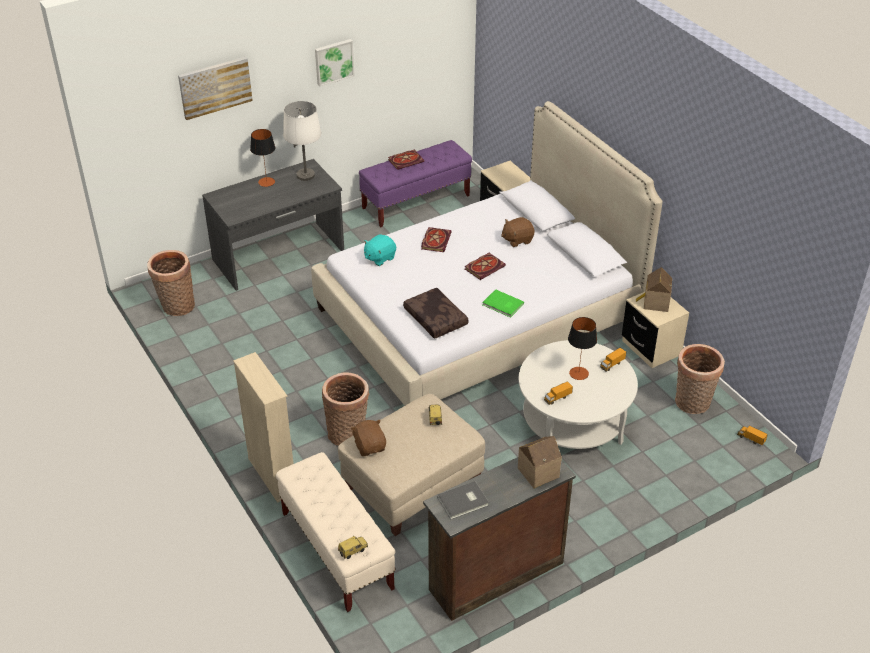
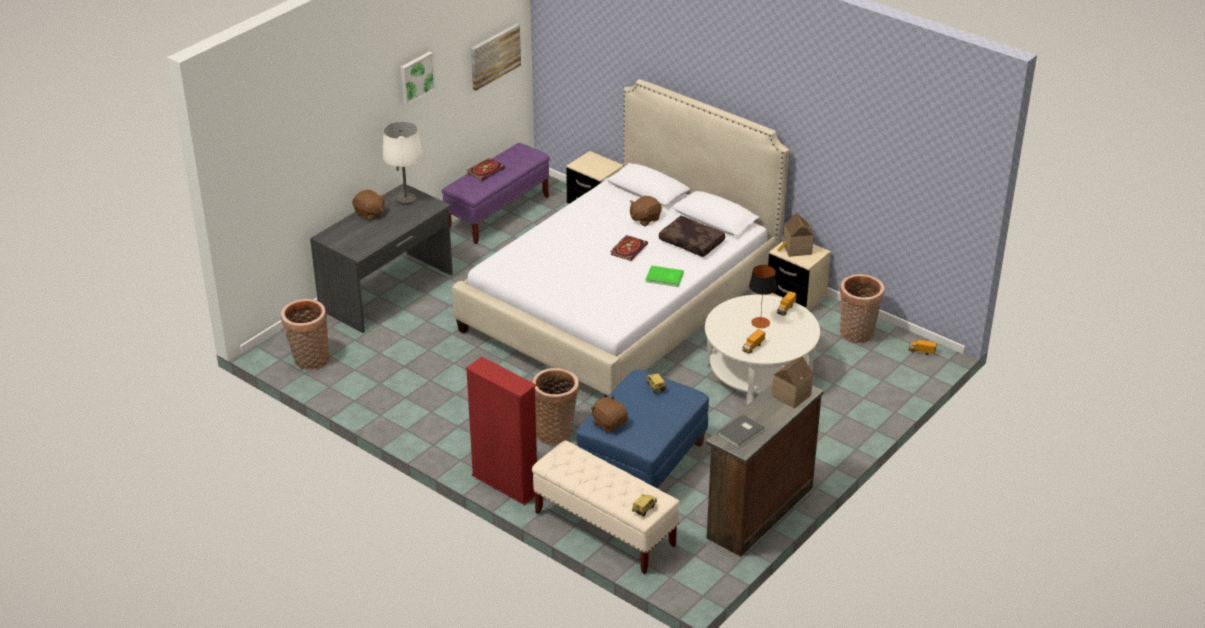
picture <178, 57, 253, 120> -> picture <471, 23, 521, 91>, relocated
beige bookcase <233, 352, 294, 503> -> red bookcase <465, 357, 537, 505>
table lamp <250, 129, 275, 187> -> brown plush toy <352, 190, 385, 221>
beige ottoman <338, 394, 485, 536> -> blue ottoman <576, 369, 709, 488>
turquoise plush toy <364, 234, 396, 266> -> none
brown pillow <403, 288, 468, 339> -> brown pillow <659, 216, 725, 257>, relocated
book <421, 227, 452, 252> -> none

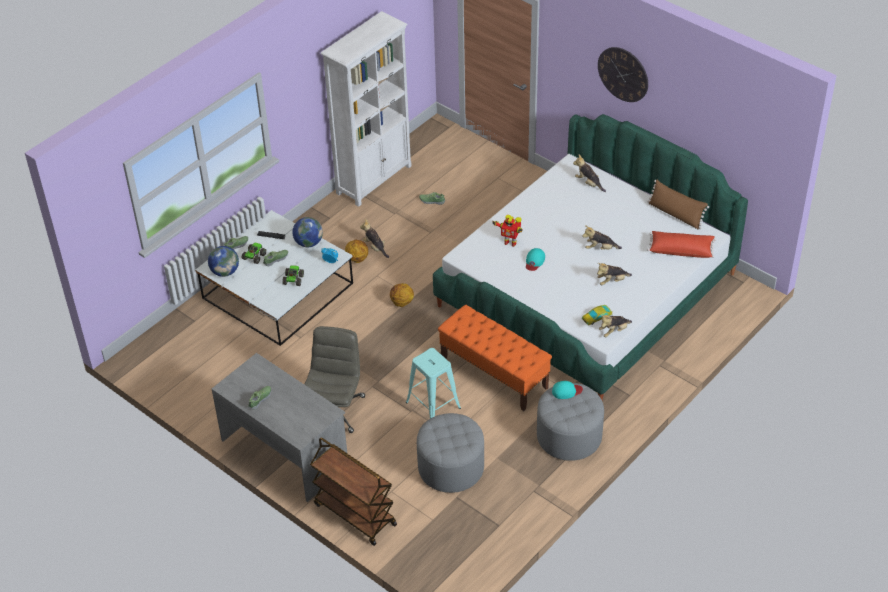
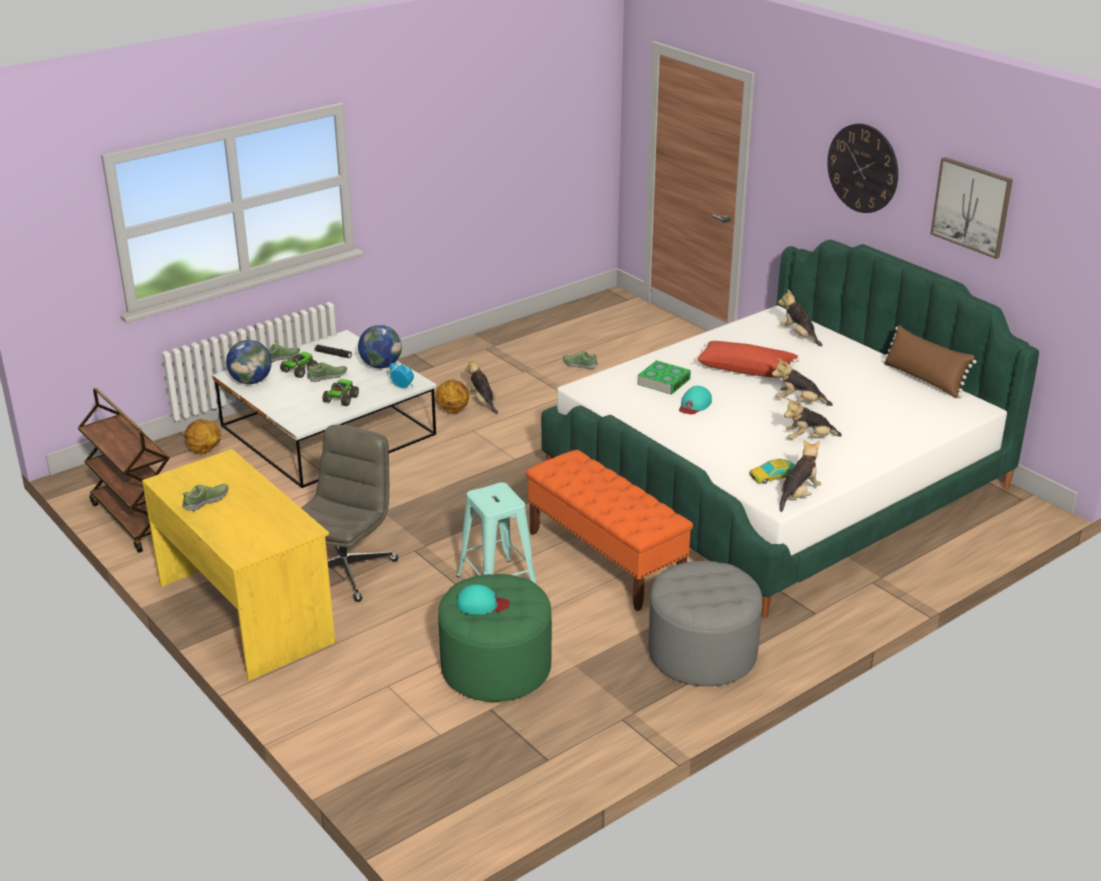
grey desk <212, 353, 347, 502> -> yellow desk <142, 449, 335, 681>
brown cart <310, 437, 397, 546> -> brown cart <78, 388, 170, 553>, relocated
white bookcase <321, 11, 412, 207> -> none
basketball <390, 283, 414, 307> -> basketball <184, 419, 221, 454>, relocated
grey ottoman <417, 413, 484, 493> -> green ottoman <438, 574, 552, 702>
toy robot <493, 215, 523, 247> -> book <637, 360, 691, 394>
turquoise cap <552, 381, 583, 399> -> turquoise cap <457, 584, 510, 614>, relocated
plush toy <599, 315, 632, 337> -> plush toy <779, 440, 821, 512>, 150 degrees clockwise
red pillow <647, 231, 716, 258> -> red pillow <694, 341, 800, 378>, relocated
none -> picture <930, 157, 1013, 259>

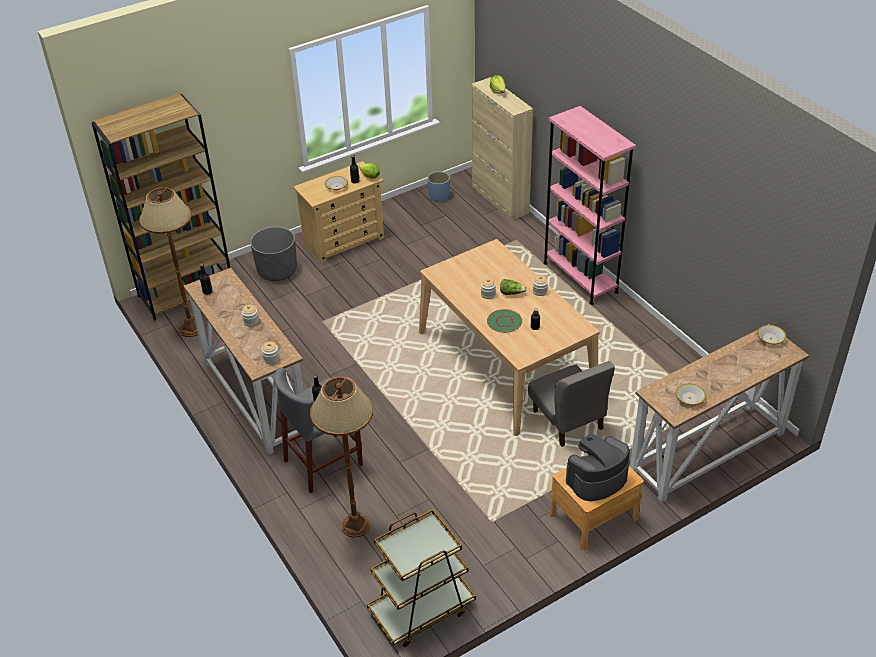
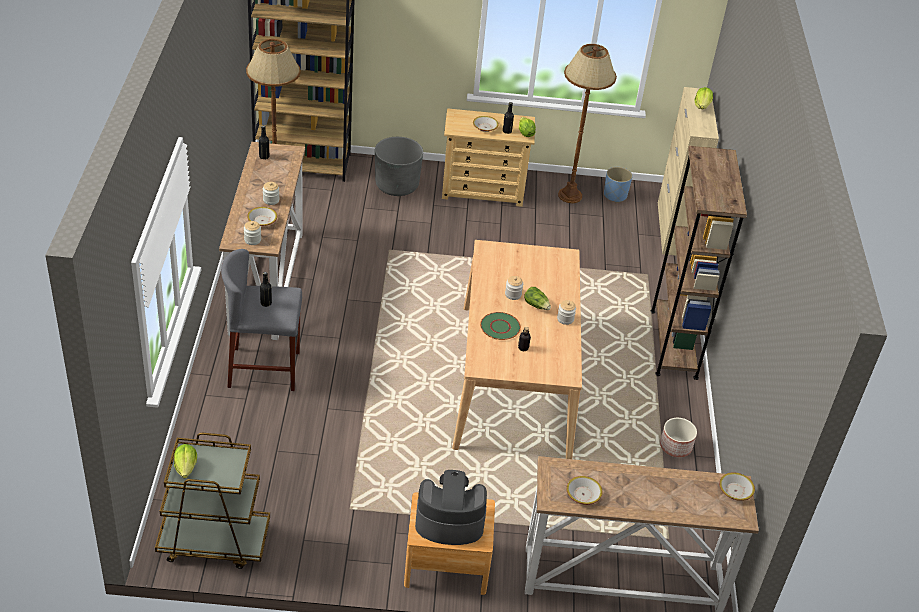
brown floor lamp <310, 377, 373, 538> -> brown floor lamp <558, 44, 617, 203>, relocated
grey chair <528, 361, 615, 447> -> none
pink bookcase <543, 106, 636, 305> -> brown bookcase <651, 146, 747, 380>
none -> lettuce <174, 444, 197, 478>
none -> bowl <247, 207, 277, 226>
none -> planter <660, 418, 697, 457>

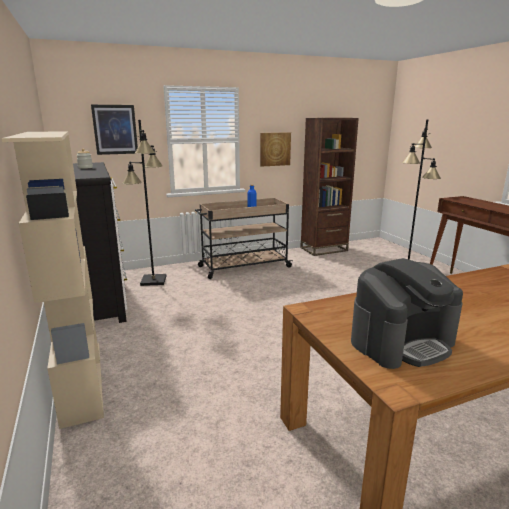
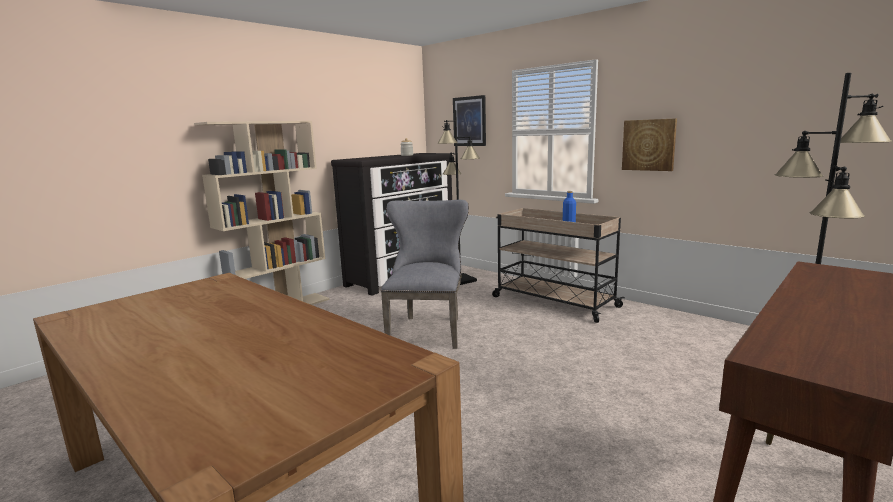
brown bookcase <300, 118, 359, 256> -> none
coffee machine <351, 258, 463, 369> -> none
none -> grey chair <381, 200, 469, 349>

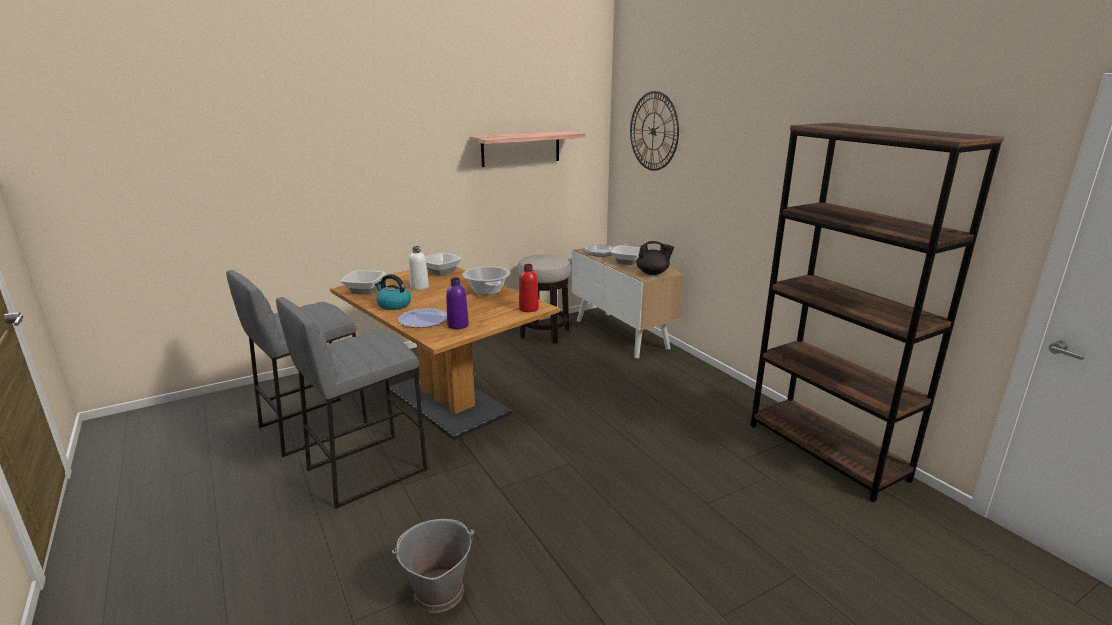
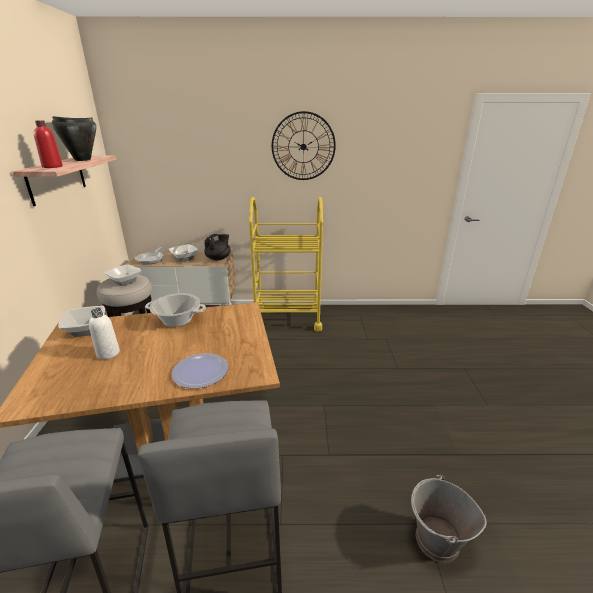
bowl <341, 270, 386, 295> -> bowl <104, 264, 141, 286>, relocated
kettle <375, 274, 411, 310> -> none
purple bottle <446, 278, 469, 329> -> none
red bottle <519, 264, 539, 312> -> red bottle <34, 120, 63, 168>, relocated
wall clock <630, 91, 679, 171> -> wall clock <272, 111, 336, 180>, relocated
brown bookcase <750, 123, 1004, 502> -> none
none -> black cooking pot <52, 116, 96, 161>
none -> yellow cart <249, 197, 323, 332>

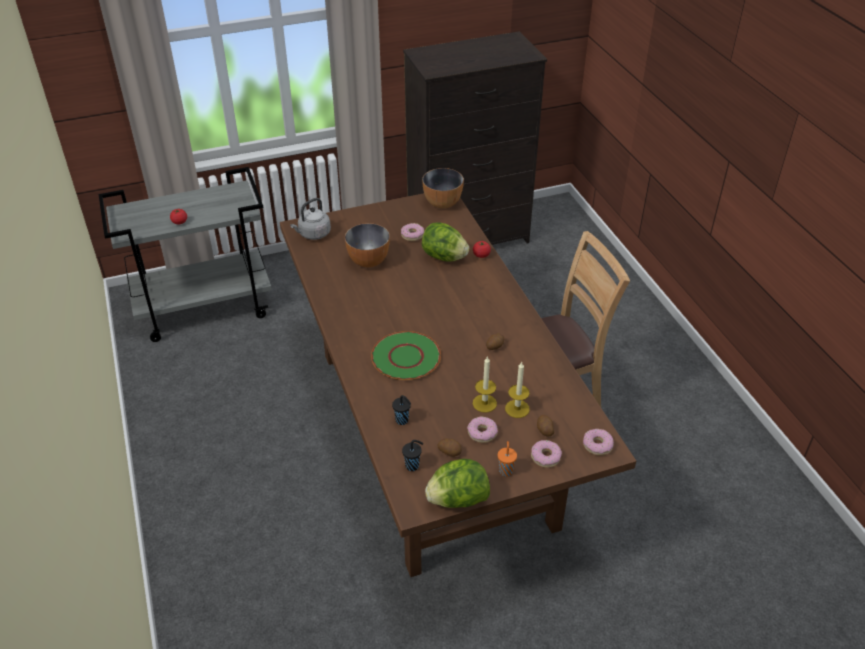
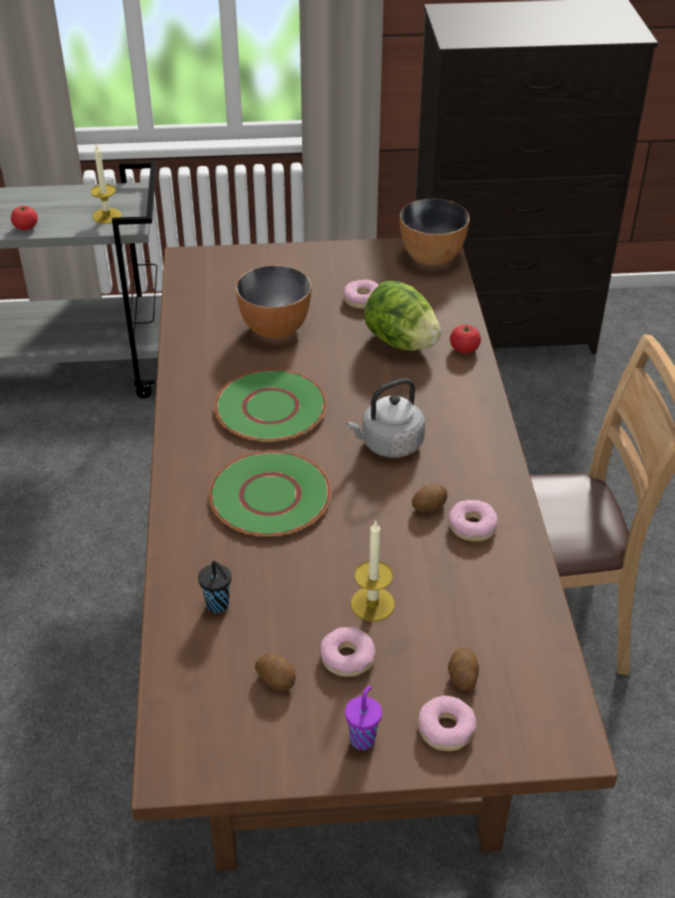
grey kettle <290, 198, 331, 240> -> grey kettle <346, 378, 425, 457>, relocated
black cup <402, 440, 423, 471> -> none
lettuce <425, 459, 490, 508> -> none
orange cup <498, 441, 517, 476> -> purple cup <345, 686, 382, 750>
candle <505, 362, 530, 418> -> candle <91, 144, 122, 224>, relocated
donut <583, 429, 614, 455> -> donut <448, 500, 498, 542>, relocated
none -> green plate <214, 369, 327, 442>

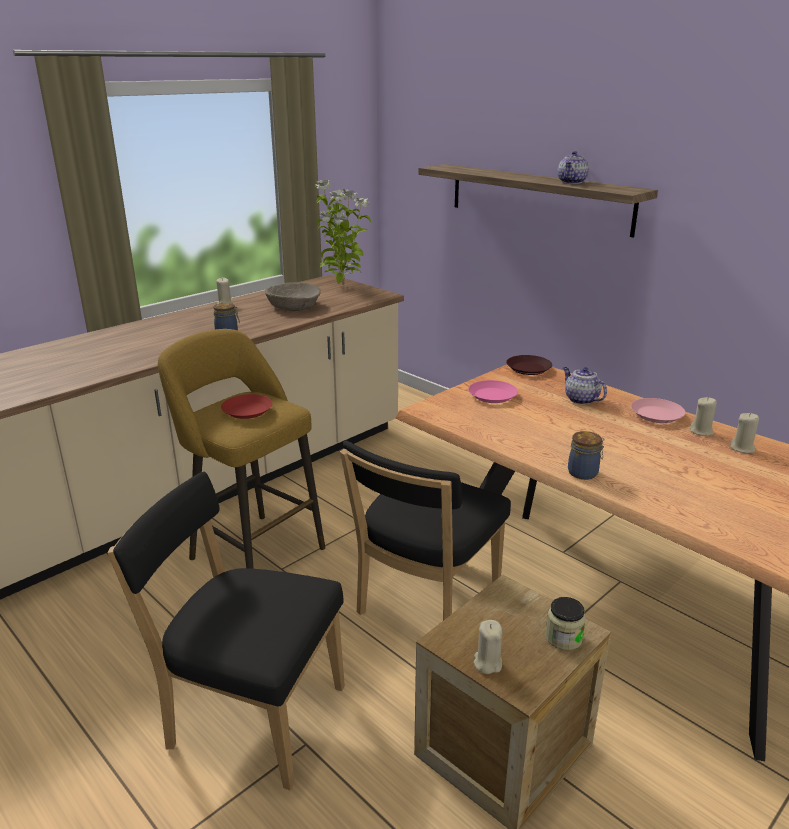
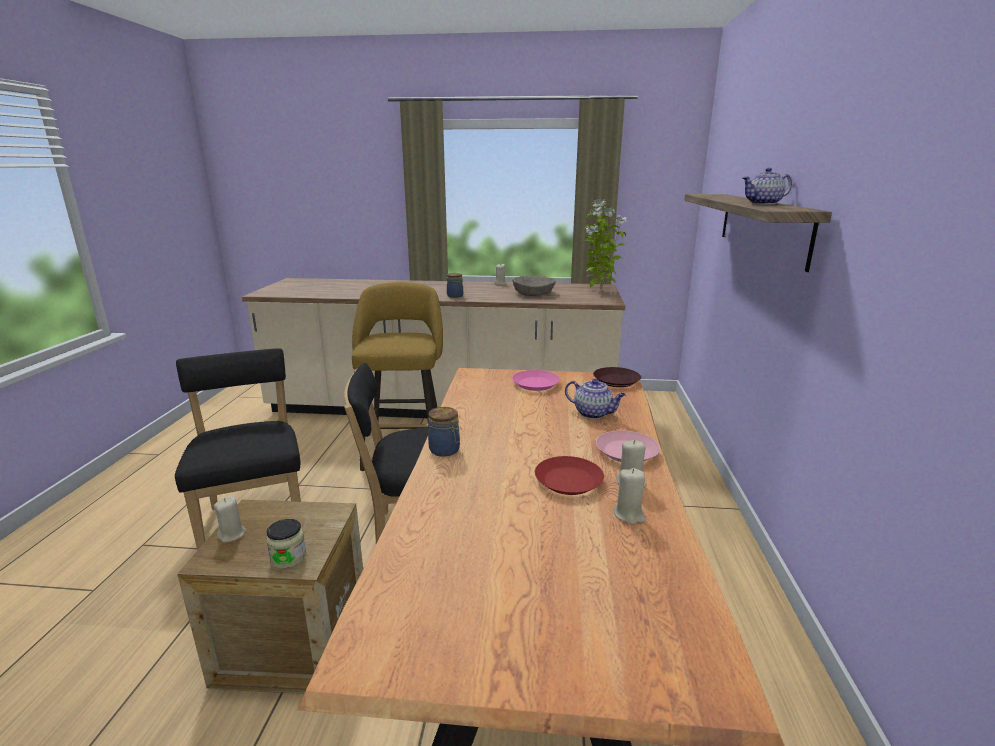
red plate <221, 394, 273, 419> -> red plate <535, 456, 604, 495>, relocated
teapot <563, 367, 607, 405> -> teapot <565, 379, 626, 419>, 105 degrees clockwise

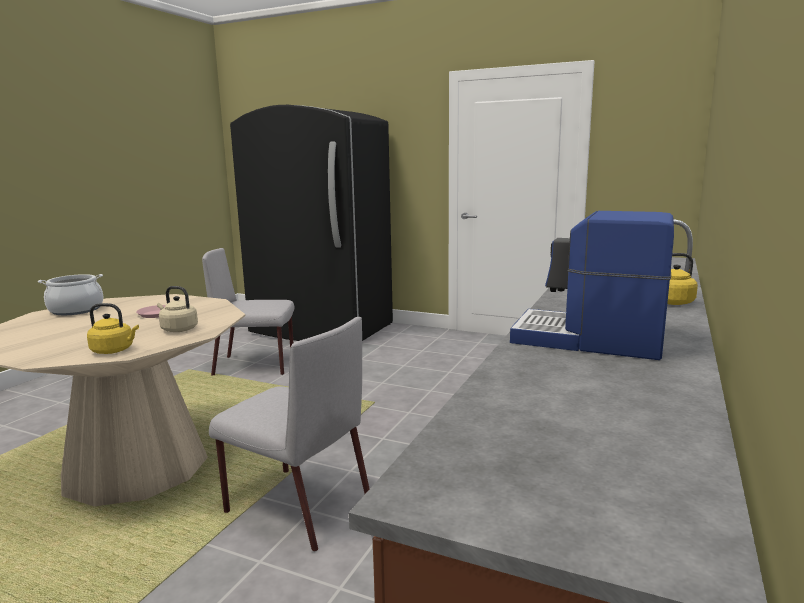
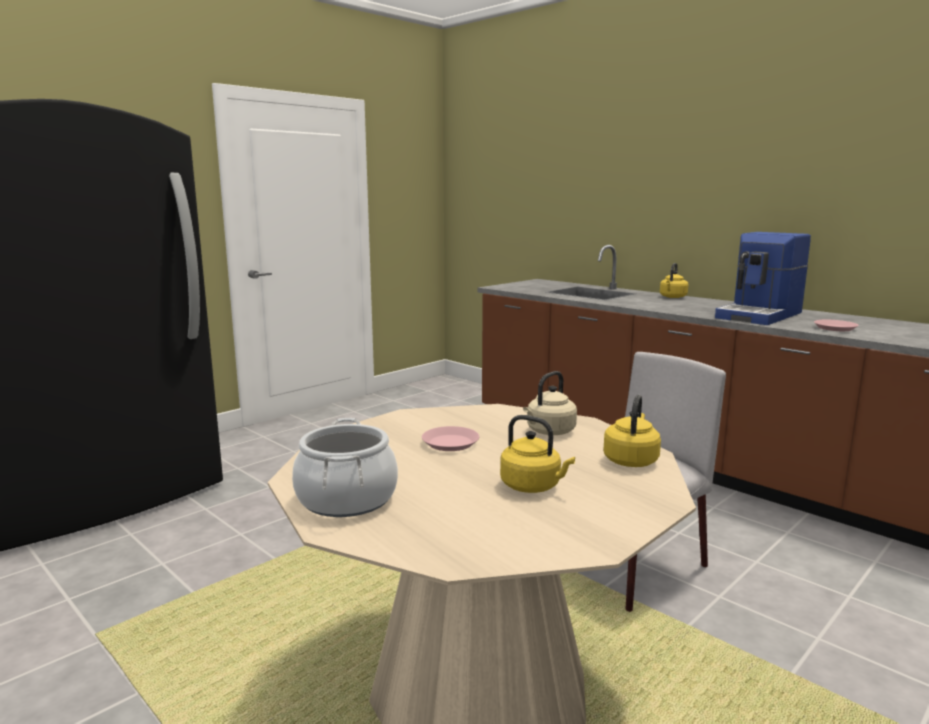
grey chair <202, 248, 294, 376> -> none
none -> yellow kettle <500, 415, 575, 493>
none -> pink plate <814, 320, 858, 331>

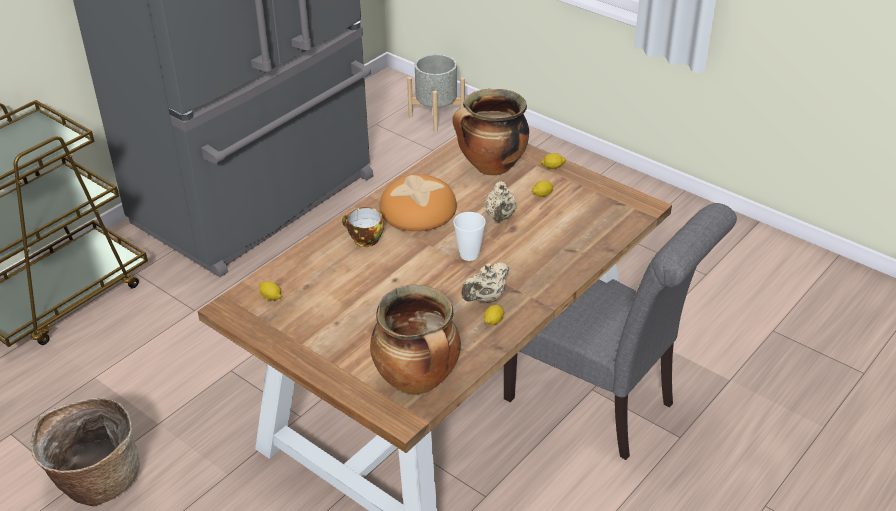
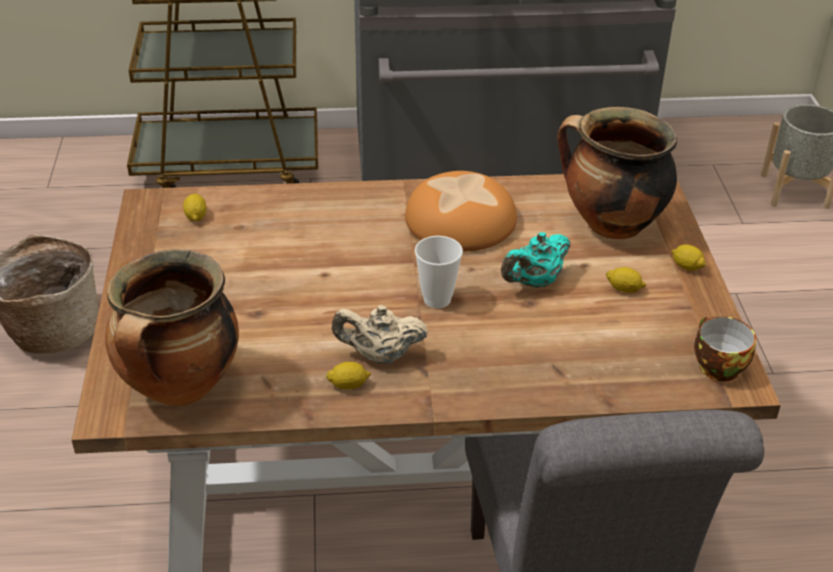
cup <342, 207, 383, 247> -> cup <694, 316, 756, 381>, relocated
beige teapot <485, 181, 516, 222> -> turquoise teapot <501, 232, 571, 288>

